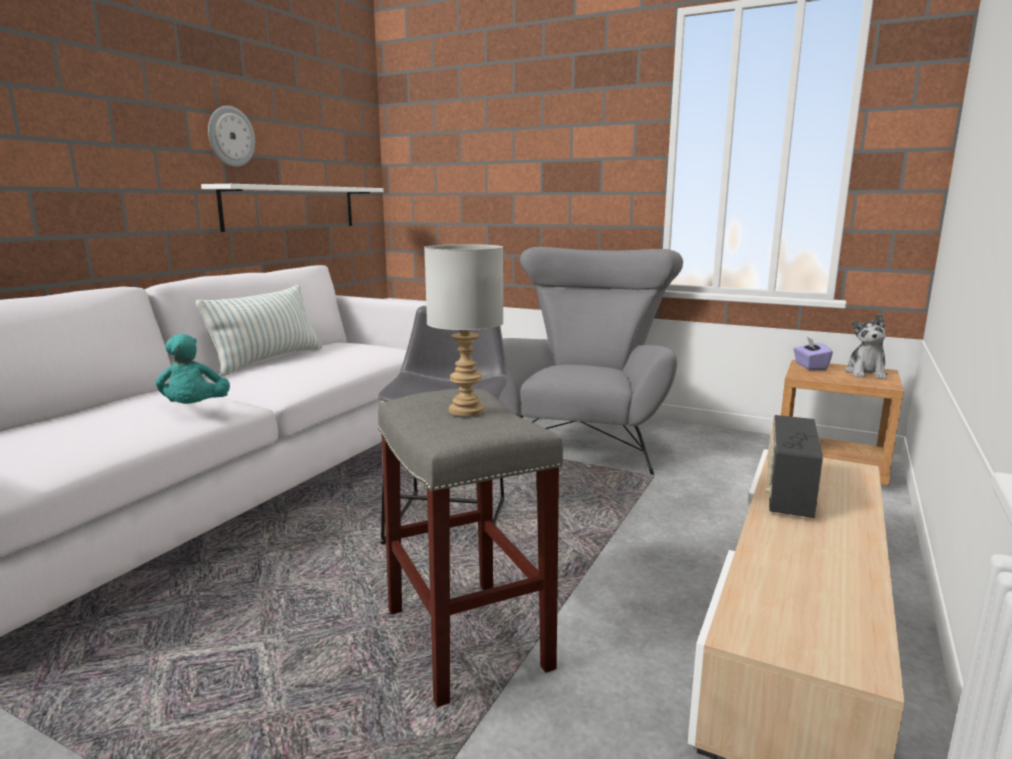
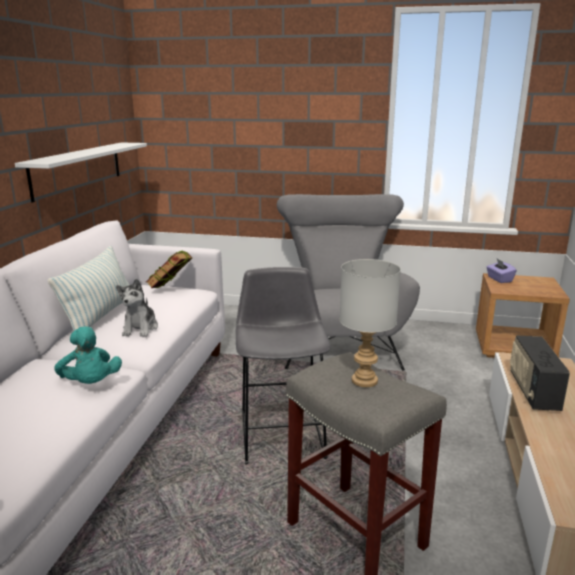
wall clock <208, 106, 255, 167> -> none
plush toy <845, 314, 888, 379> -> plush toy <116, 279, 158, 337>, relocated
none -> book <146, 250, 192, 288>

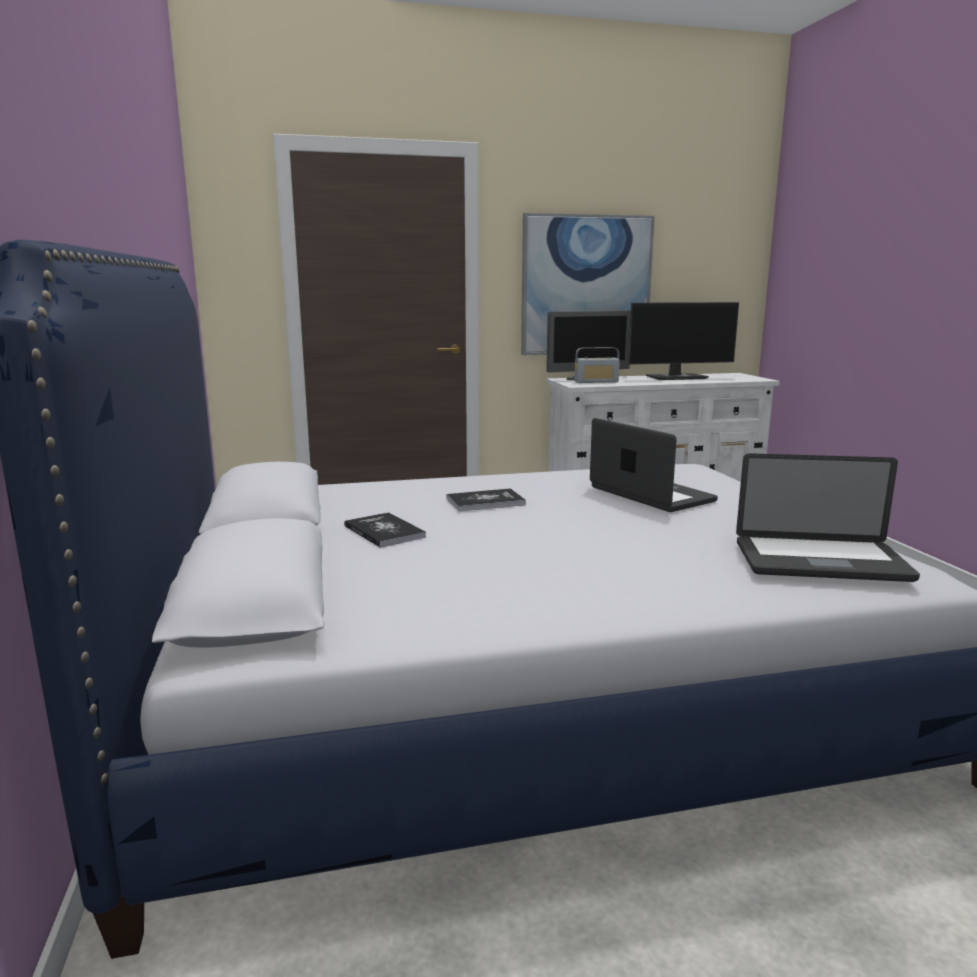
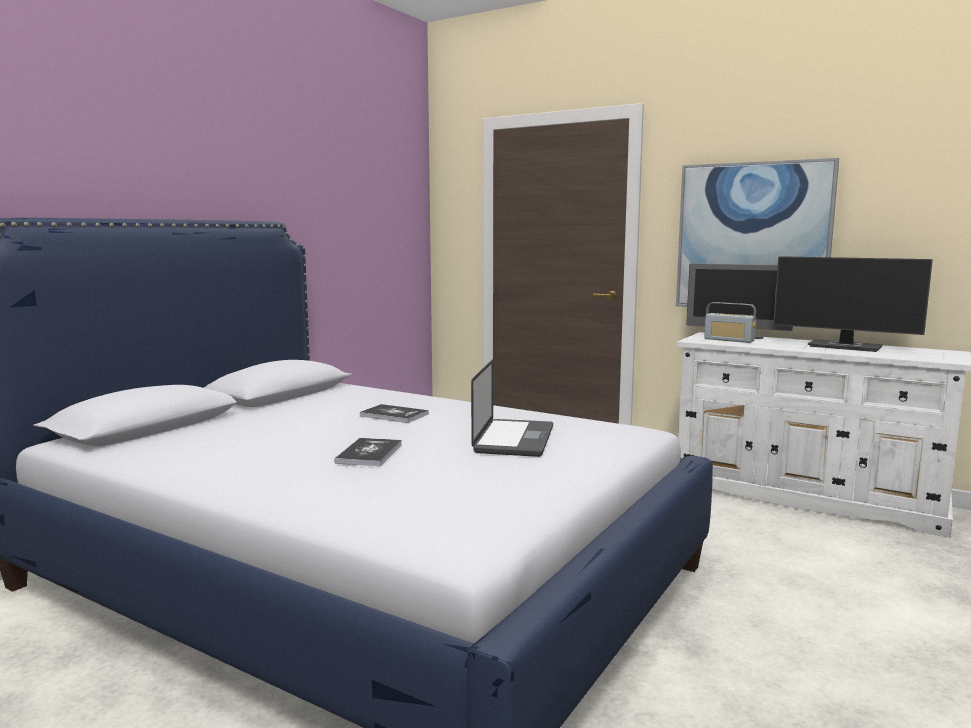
book <344, 512, 426, 548> -> book <334, 438, 401, 466>, relocated
laptop <736, 453, 920, 582> -> none

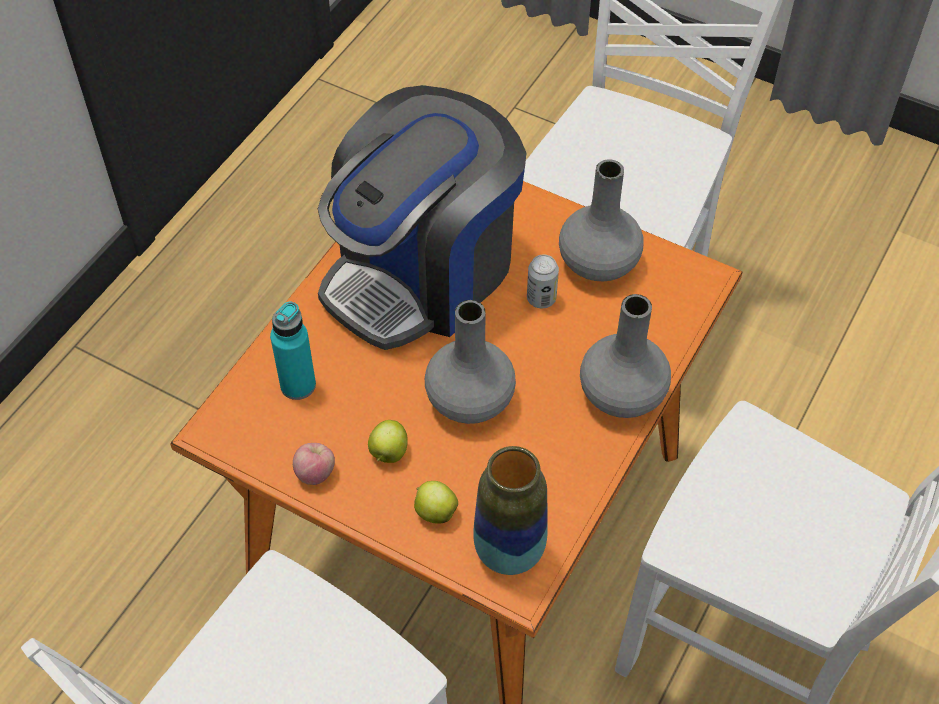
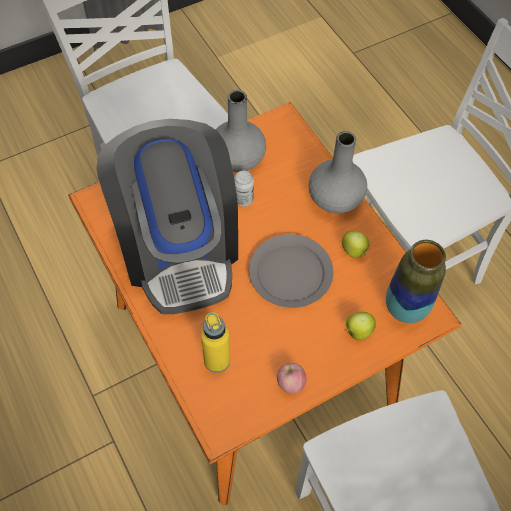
turquoise bottle <270, 301, 316, 400> -> yellow bottle <201, 312, 230, 373>
apple <368, 420, 408, 463> -> apple <342, 231, 369, 258>, relocated
grey vase <425, 300, 516, 424> -> grey plate <249, 234, 333, 308>

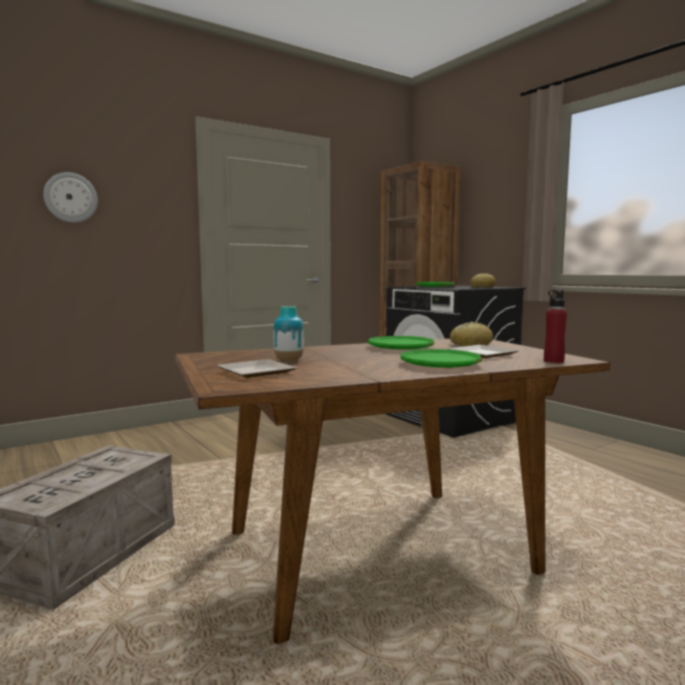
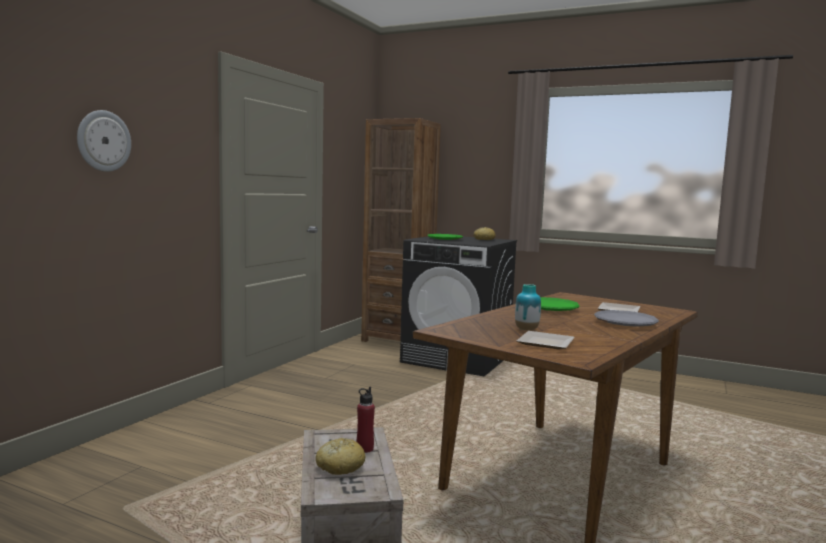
green plate <400, 349, 483, 368> -> grey plate <594, 310, 659, 327>
bread <450, 322, 493, 346> -> bread <316, 438, 365, 475>, relocated
red bottle <544, 290, 567, 363> -> red bottle <357, 387, 375, 453>, relocated

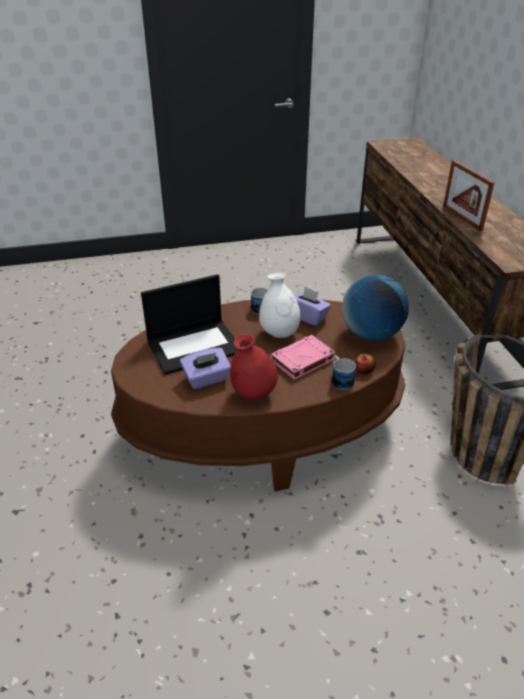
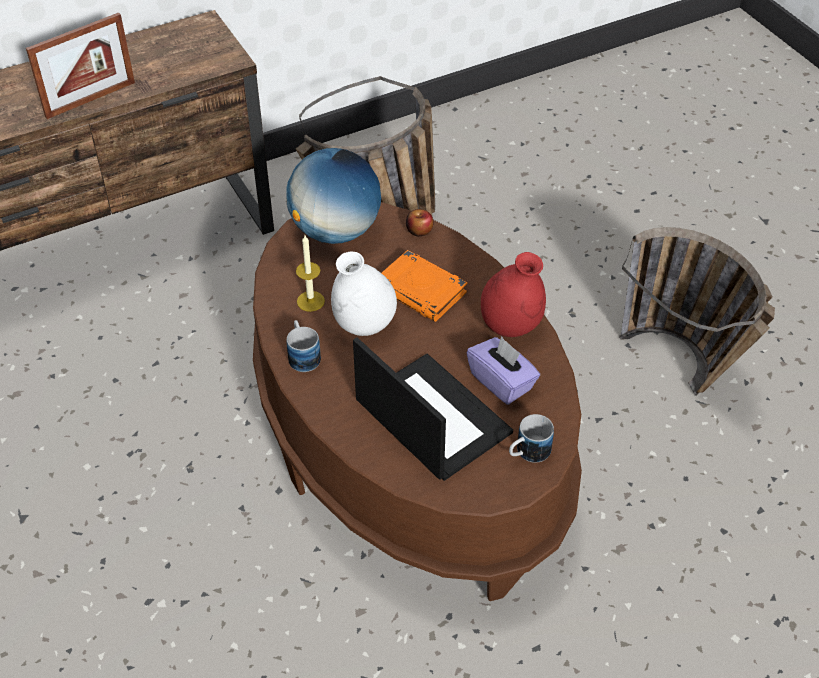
pink book <270, 335, 335, 380> -> orange book <382, 250, 467, 322>
purple tissue box <294, 287, 331, 326> -> candle <296, 235, 325, 312>
mug <332, 355, 356, 390> -> mug <509, 414, 554, 463>, relocated
none -> basket <619, 227, 775, 396>

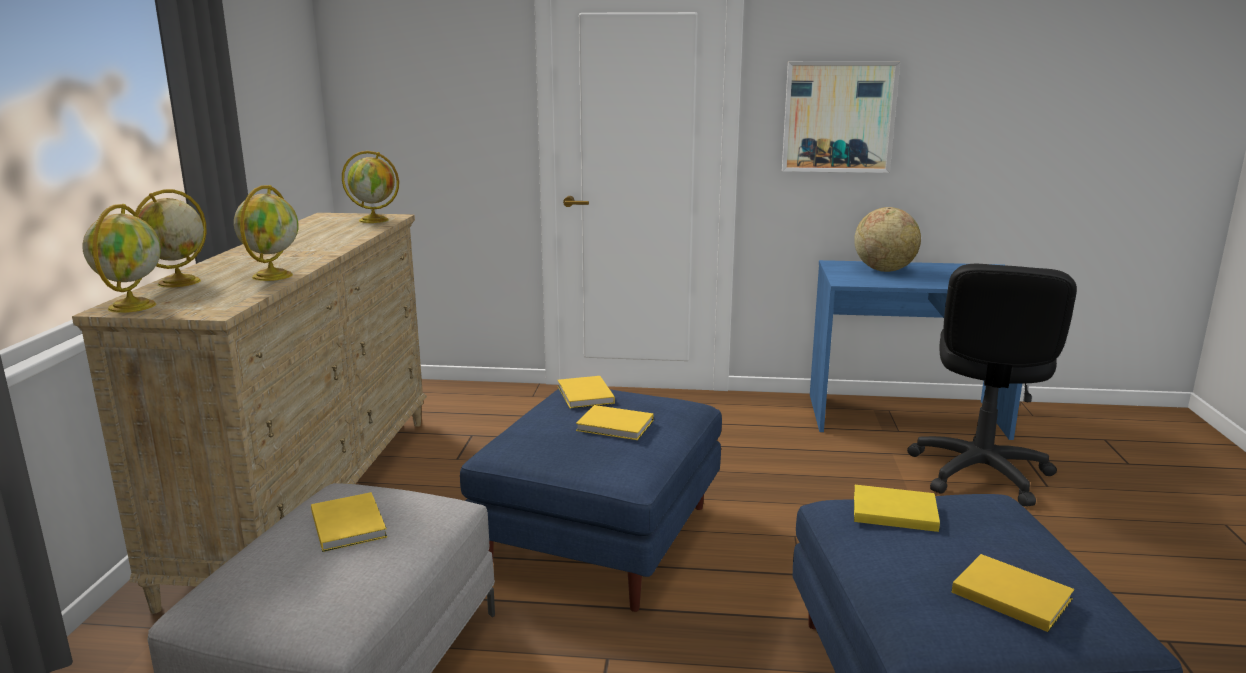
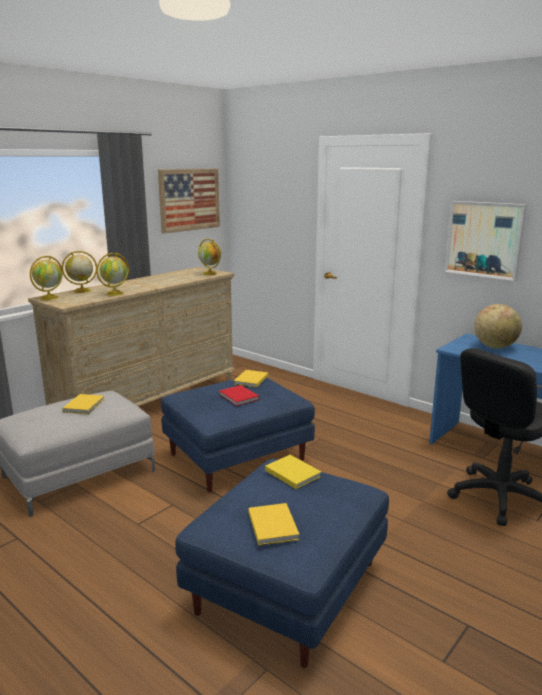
yellow book <576, 405, 653, 440> -> red book <219, 385, 259, 406>
none -> picture <158, 168, 220, 234>

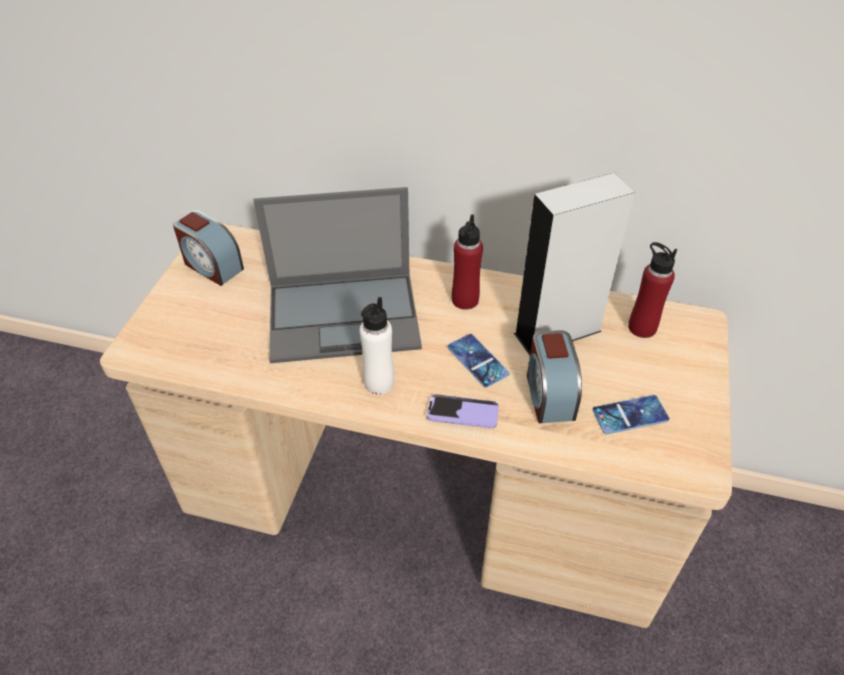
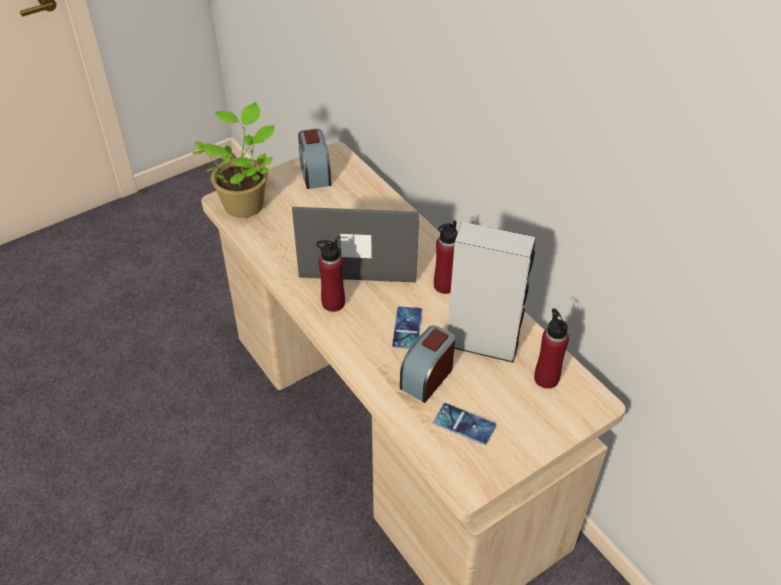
laptop <254, 187, 422, 363> -> laptop <292, 207, 419, 282>, 150 degrees clockwise
white bottle <359, 297, 394, 395> -> red bottle <316, 239, 345, 312>
phone <427, 394, 499, 429> -> none
none -> potted plant <192, 102, 275, 218>

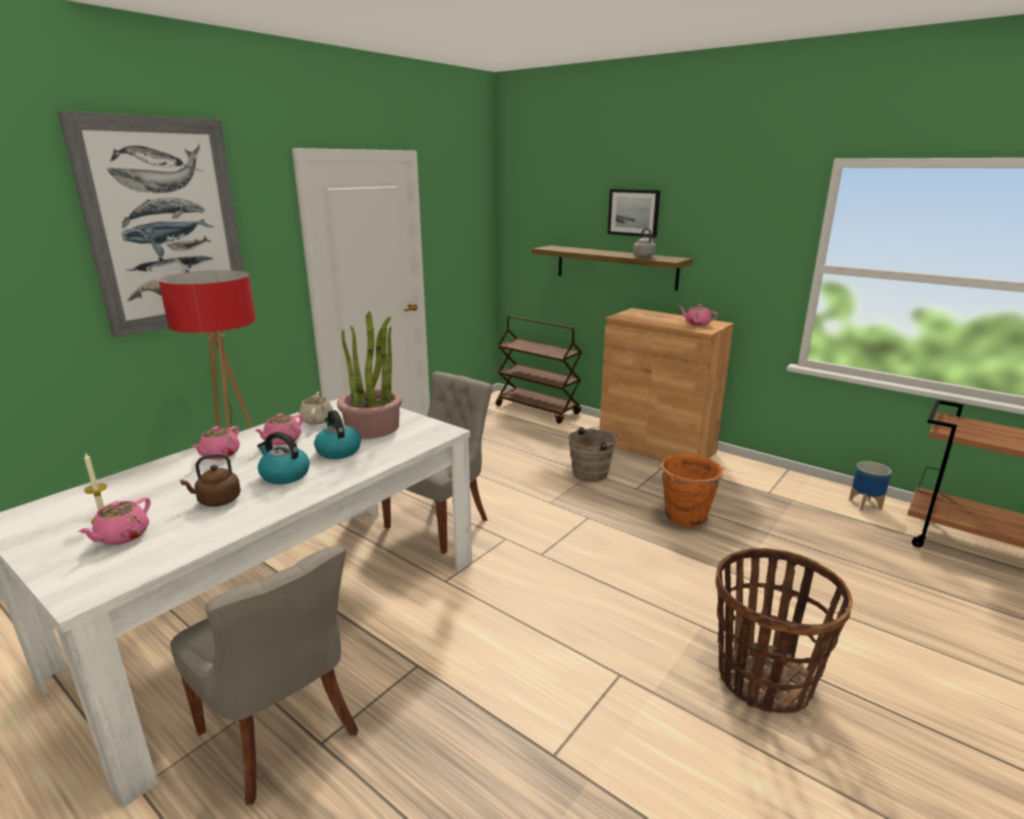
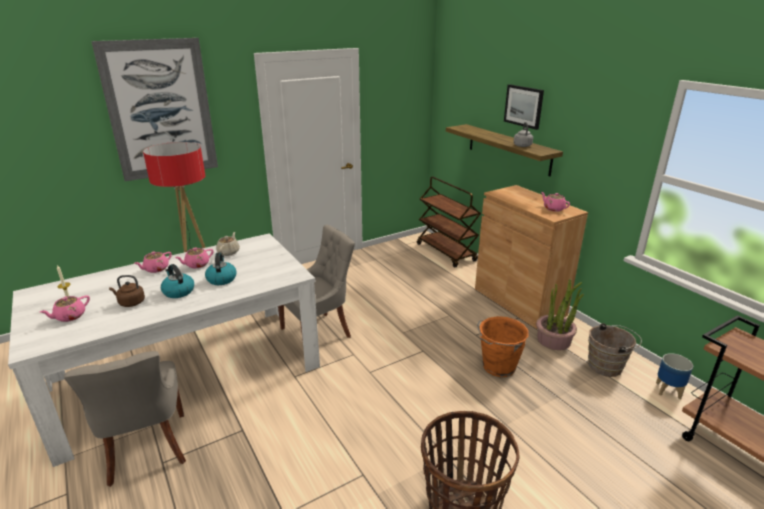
potted plant <337, 312, 402, 438> -> potted plant <536, 279, 584, 350>, relocated
brown bucket <569, 427, 621, 482> -> brown bucket <588, 323, 642, 377>, relocated

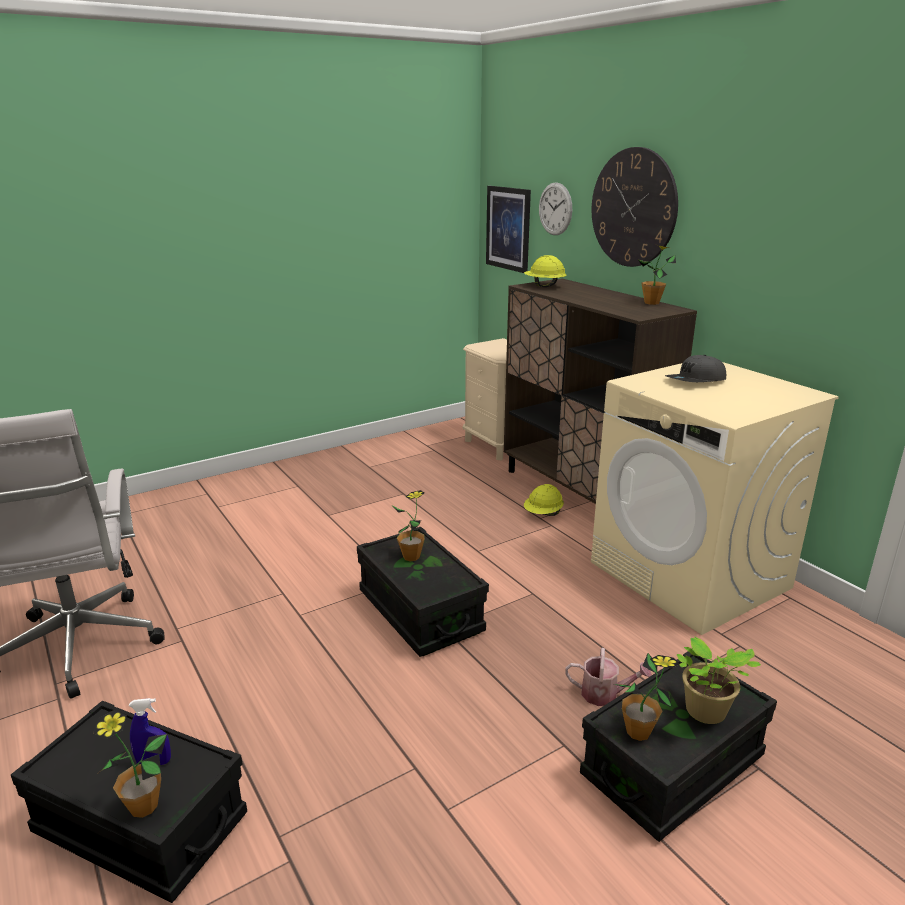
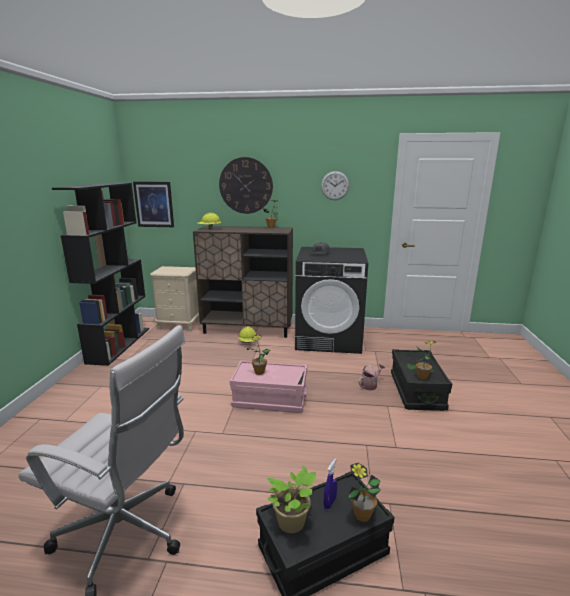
black storage box <357, 527, 489, 657> -> pink storage box <230, 360, 307, 413>
wall clock <539, 182, 572, 235> -> wall clock <321, 171, 349, 200>, relocated
beige washing machine <591, 362, 839, 635> -> black washing machine <295, 247, 368, 354>
potted plant <677, 637, 761, 724> -> potted plant <267, 466, 316, 533>, relocated
none -> black bookcase <52, 183, 149, 366>

